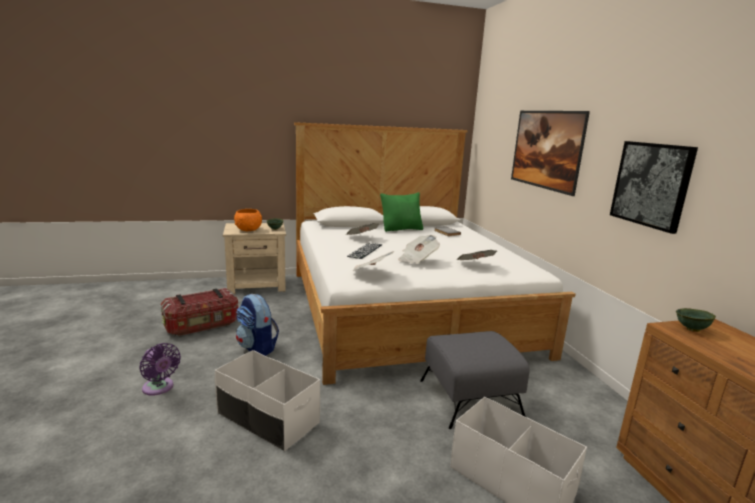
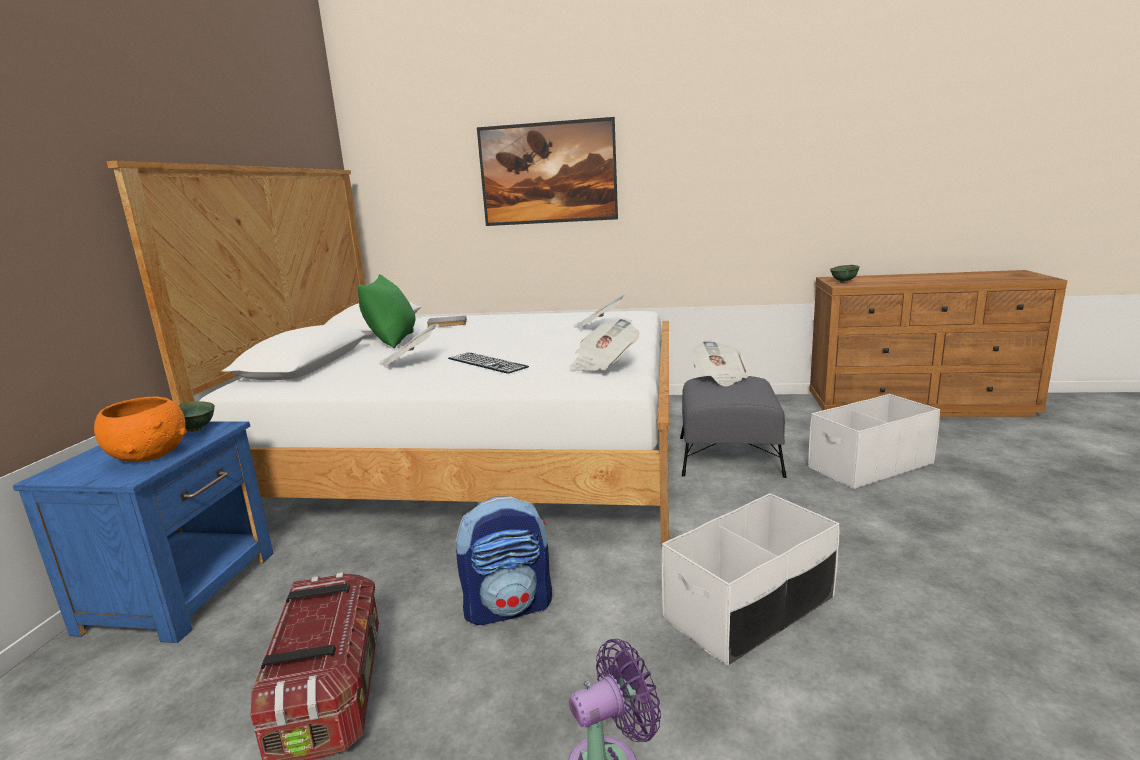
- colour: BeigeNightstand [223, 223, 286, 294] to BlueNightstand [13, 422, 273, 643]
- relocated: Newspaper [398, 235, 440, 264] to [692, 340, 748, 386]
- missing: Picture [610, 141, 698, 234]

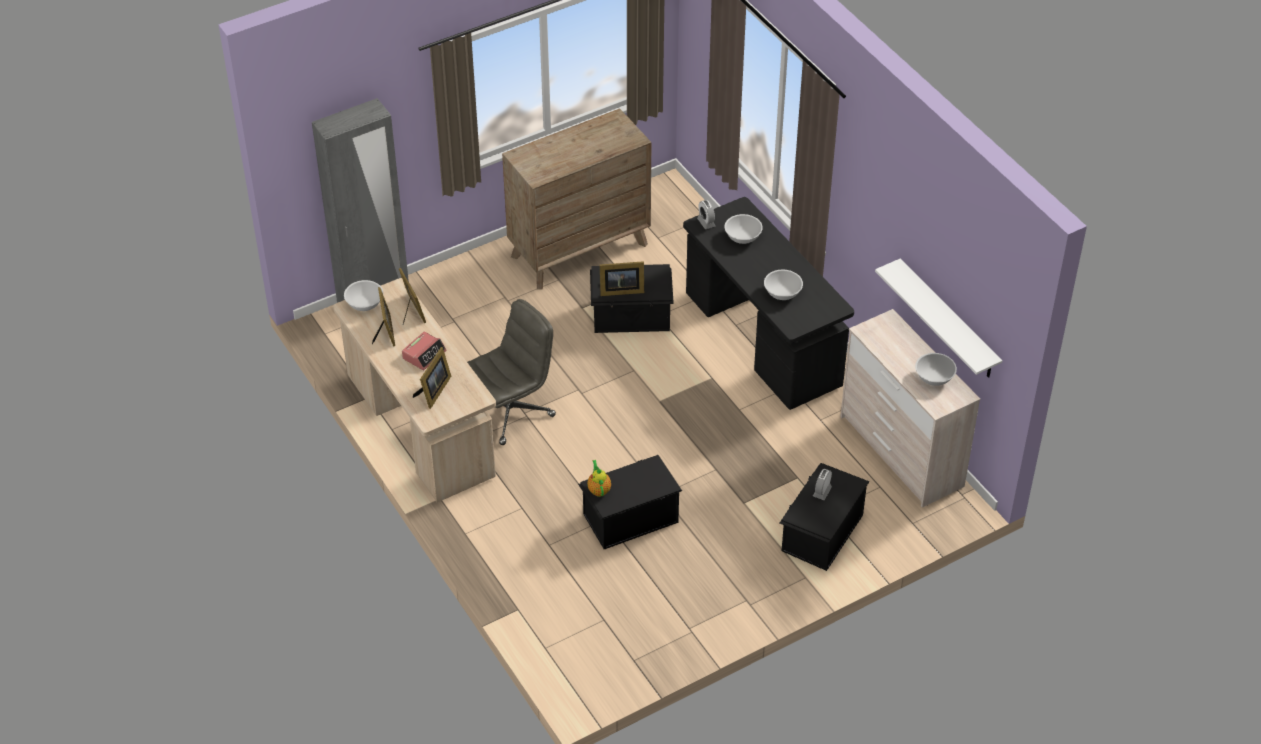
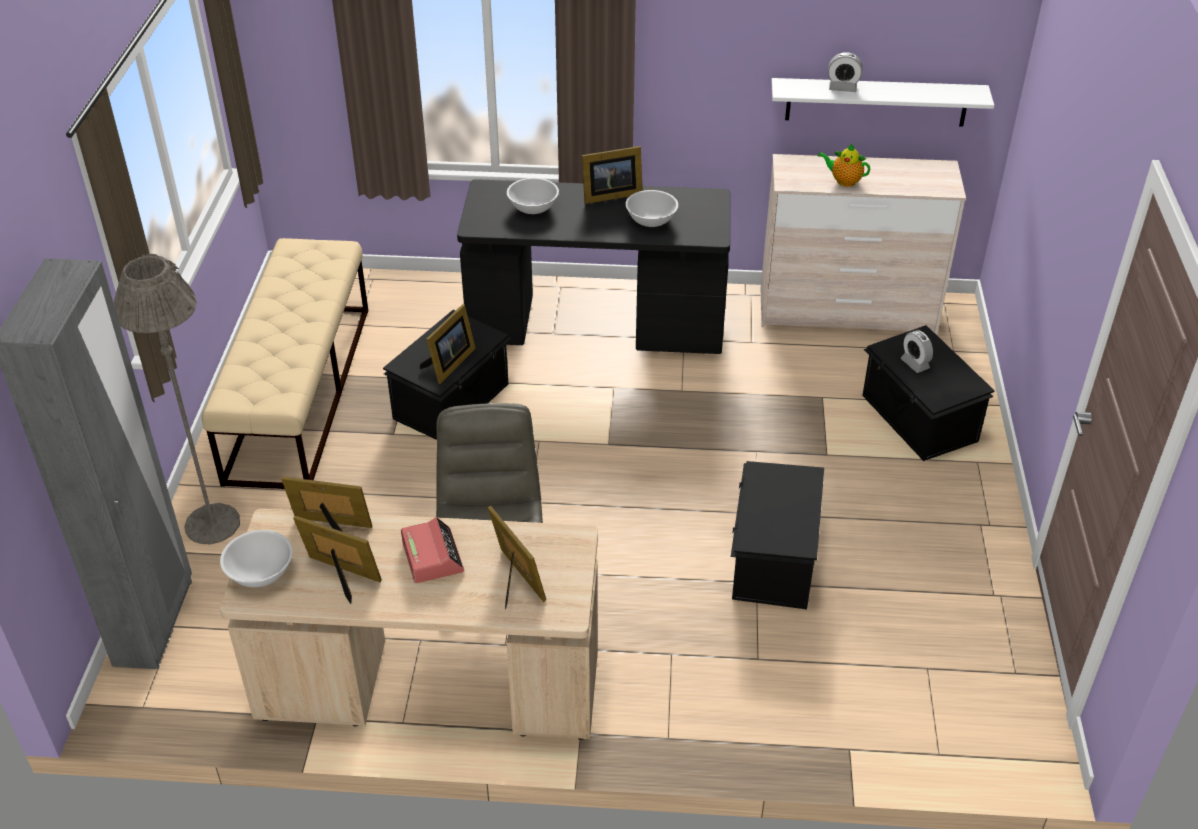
- appeared: GreyFloorLamp [114, 254, 240, 544]
- exchanged: BrownDresser [502, 108, 651, 290] to BeigeBench [202, 238, 368, 489]
- appeared: PictureFrame [582, 146, 643, 204]
- relocated: Teapot [587, 460, 611, 497] to [818, 144, 870, 187]
- relocated: AlarmClock [697, 200, 715, 229] to [828, 52, 862, 92]
- missing: WhiteBowl [915, 353, 957, 386]

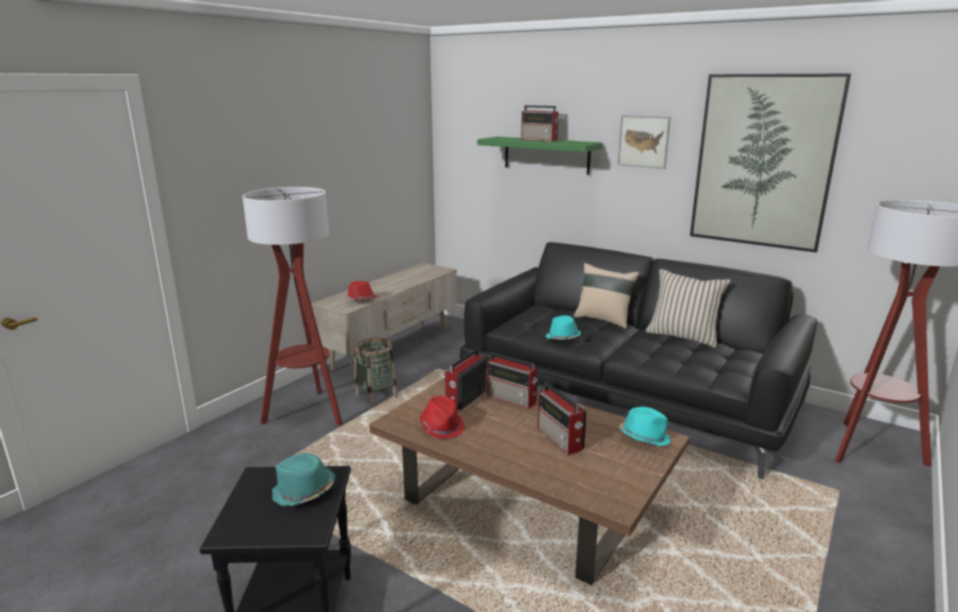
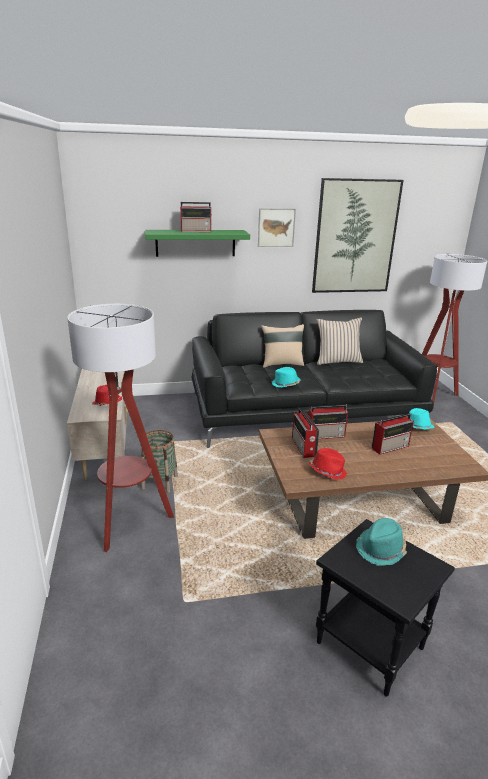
- spun: Radio [538, 383, 587, 455] = [372, 413, 414, 455] 45 degrees counterclockwise

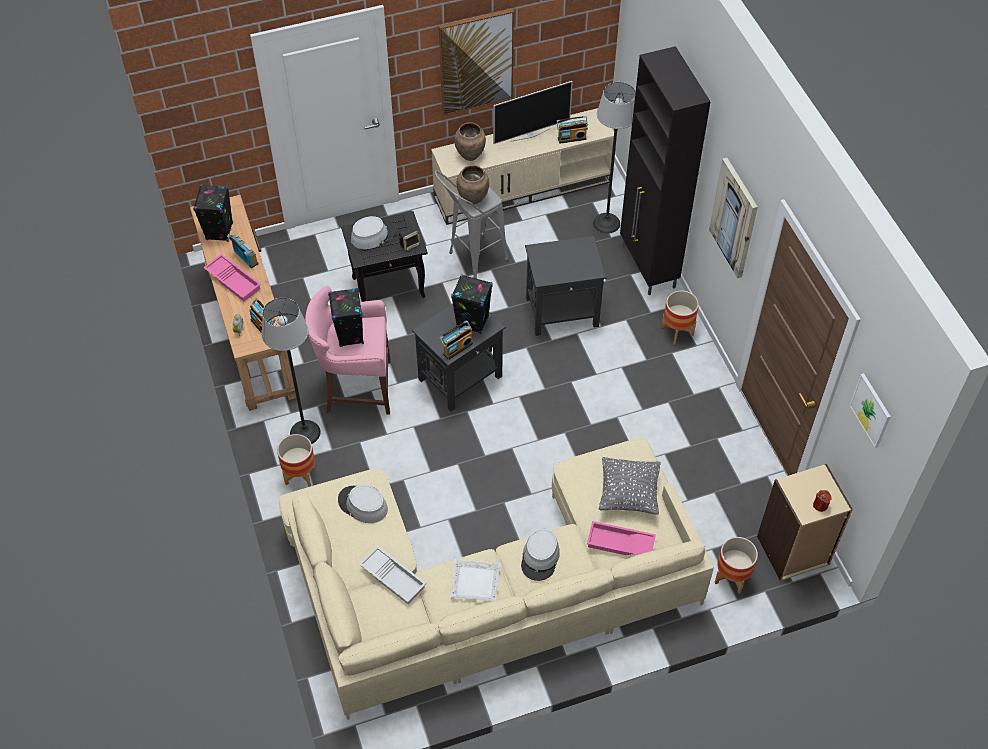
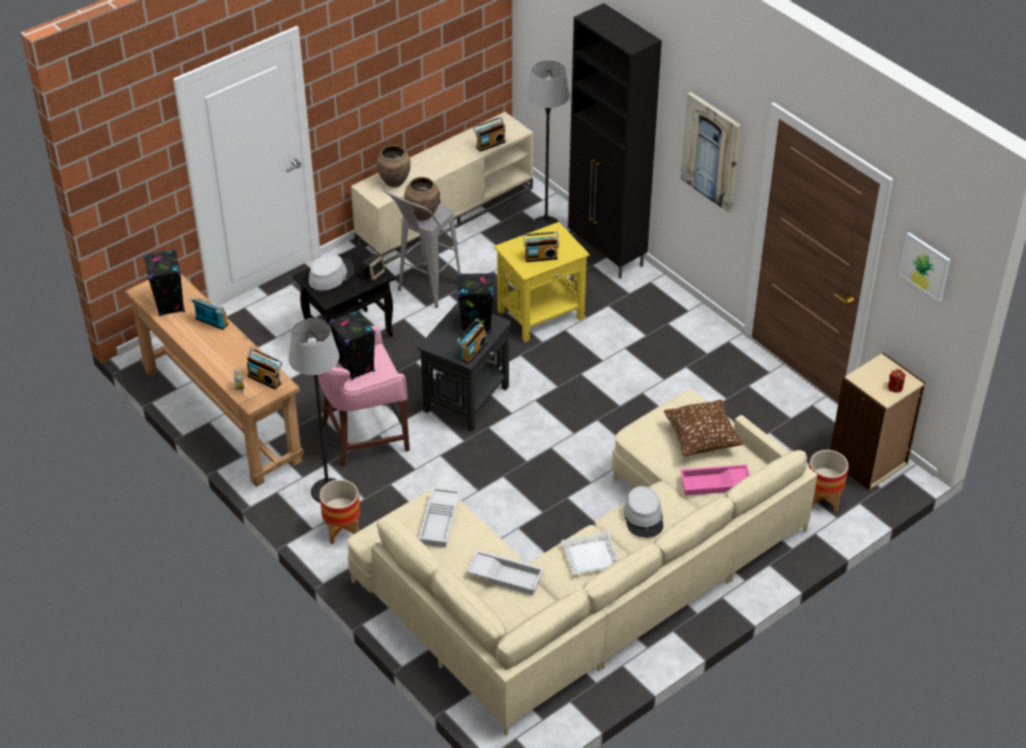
- exchanged: GreyHat [338, 485, 388, 523] to WhiteTray [418, 487, 460, 547]
- colour: BlackSideTable [525, 236, 607, 336] to YellowSideTable [494, 222, 590, 342]
- appeared: Radio [523, 232, 559, 262]
- colour: GreyPillow [599, 457, 661, 514] to BrownPillow [664, 400, 743, 457]
- missing: PinkTray [203, 254, 261, 301]
- missing: Picture [439, 9, 514, 115]
- missing: Television [493, 81, 573, 144]
- missing: Planter [661, 291, 699, 344]

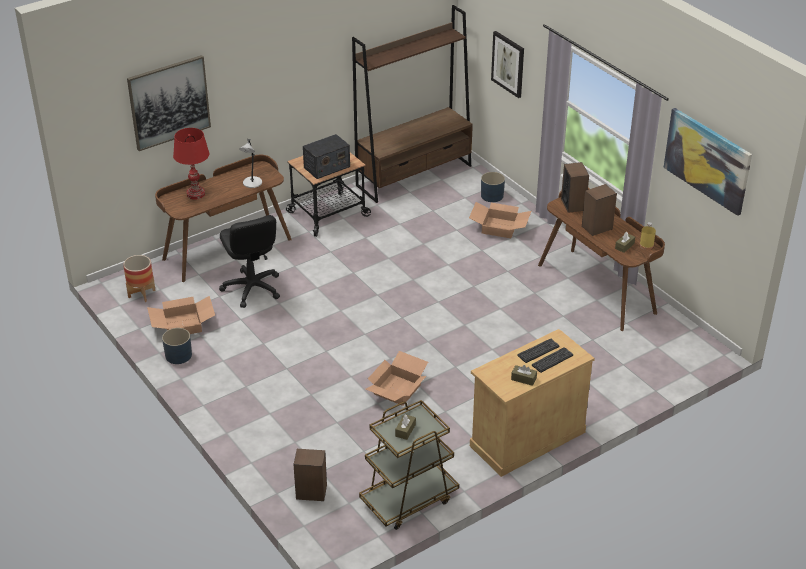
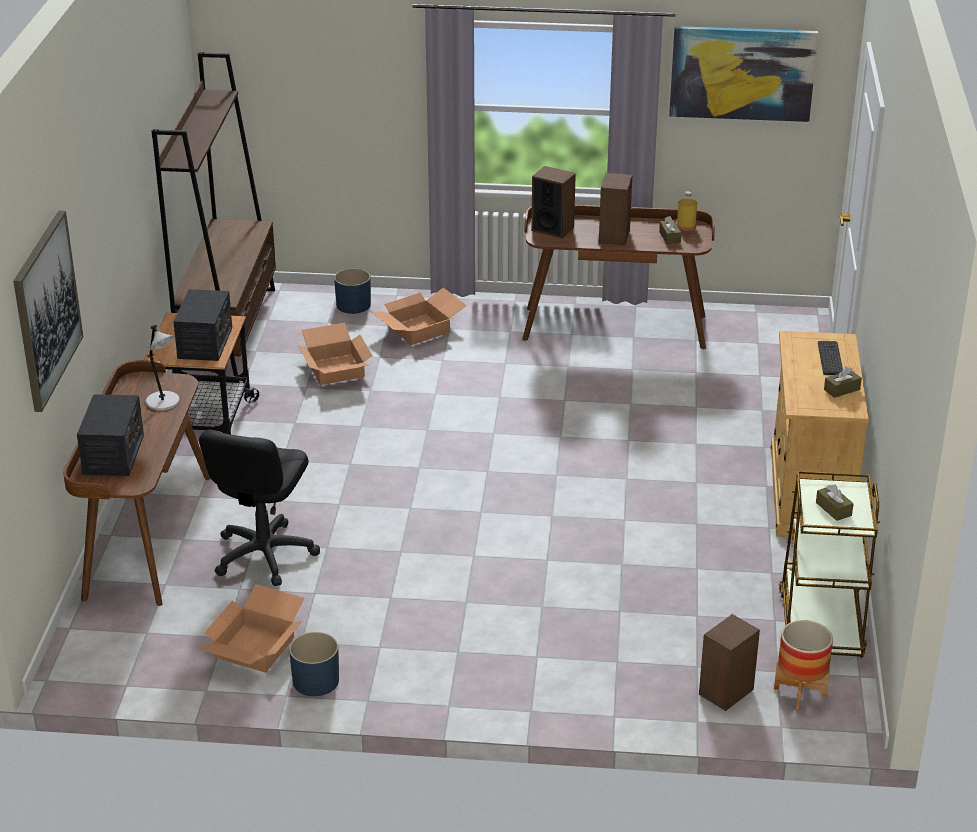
- exchanged: RedTableLamp [173, 128, 209, 200] to Radio [77, 394, 144, 476]
- spun: BlackOfficeChair [219, 215, 280, 308] = [199, 430, 320, 586] 90 degrees clockwise
- relocated: CardboardBox [366, 351, 428, 406] to [298, 323, 373, 385]
- relocated: Planter [123, 255, 156, 302] to [774, 620, 833, 710]
- missing: Picture [491, 31, 524, 98]
- missing: Keyboard [518, 339, 559, 363]

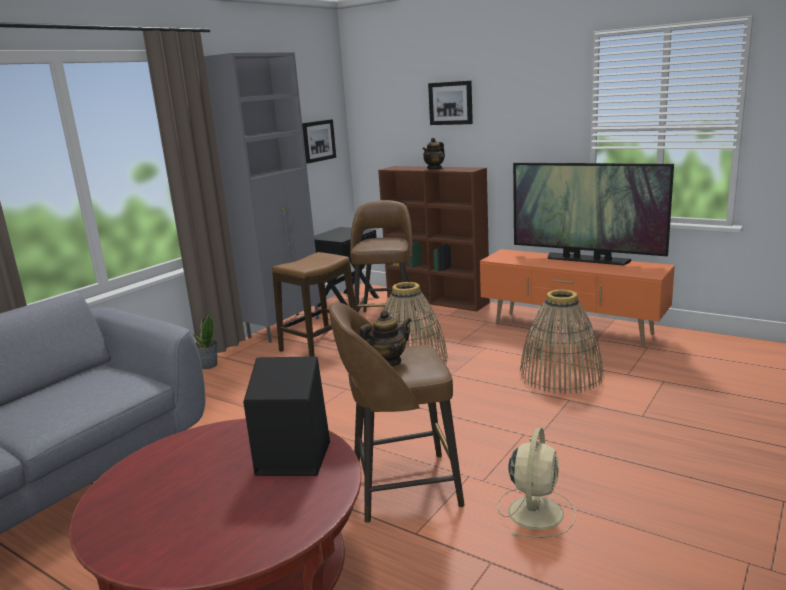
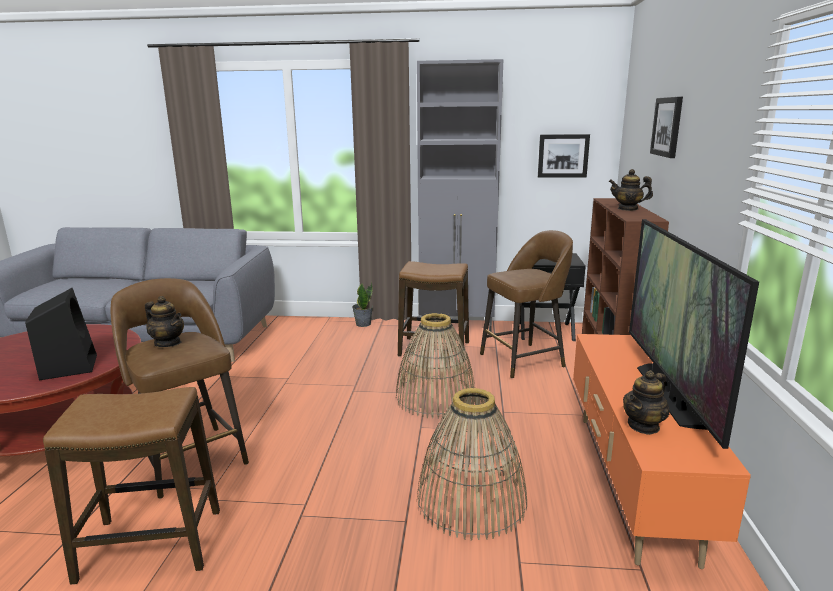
- exchanged: BeigeFan [498, 427, 576, 538] to Stool [43, 387, 220, 585]
- appeared: Teapot [623, 370, 670, 435]

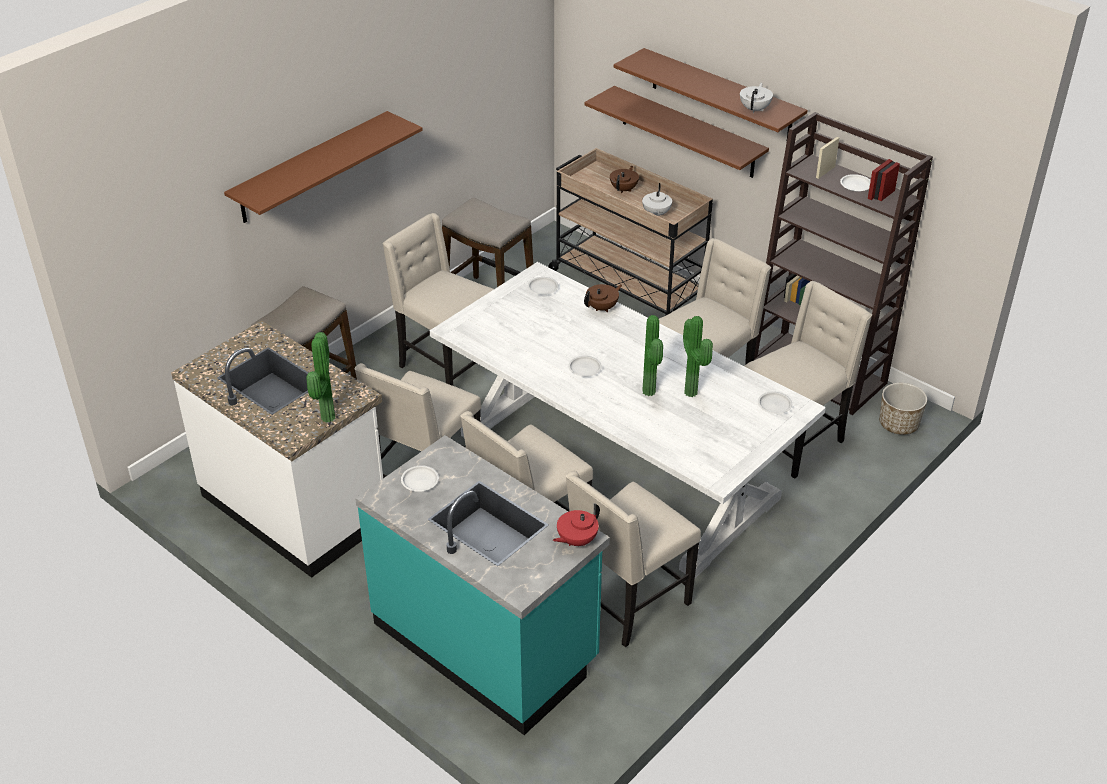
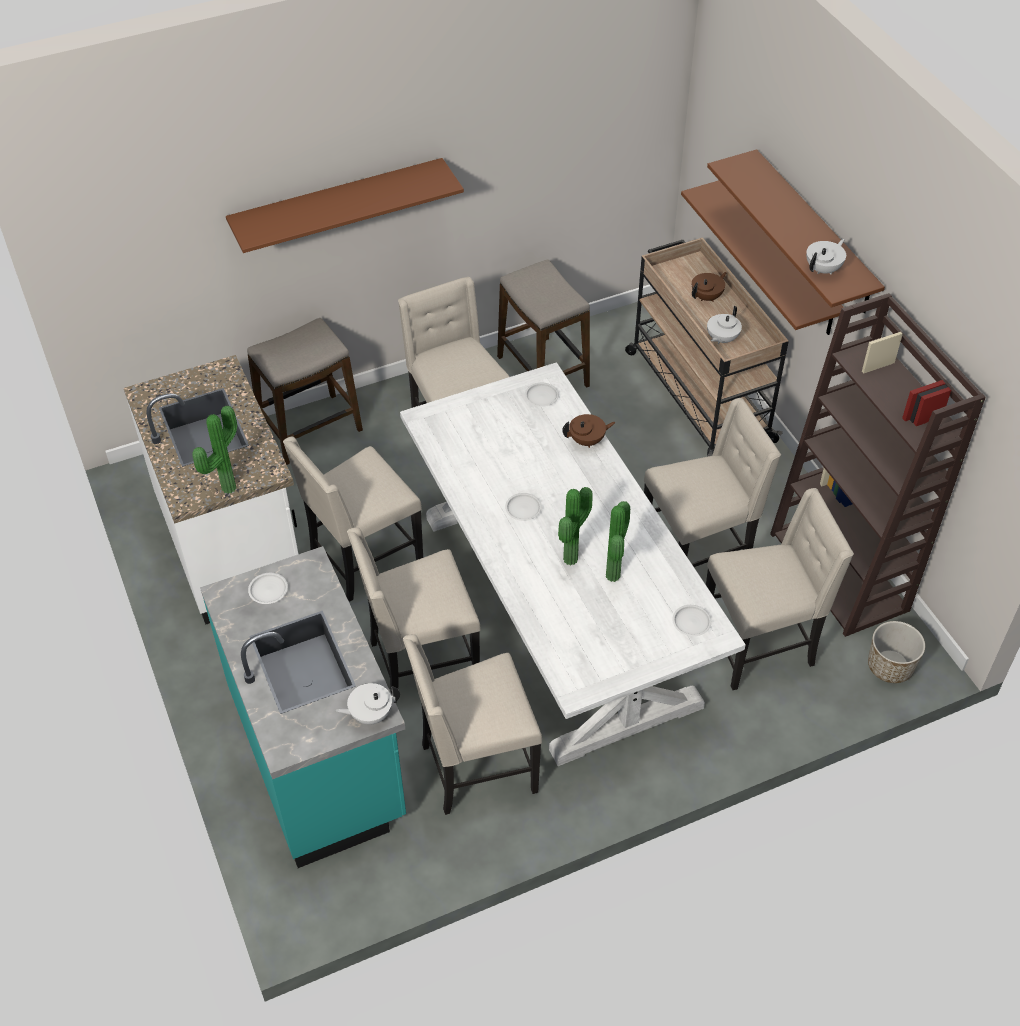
- colour: RedTeapot [553, 503, 600, 546] to WhiteTeapot [335, 683, 400, 725]
- missing: WhitePlate [840, 174, 871, 192]

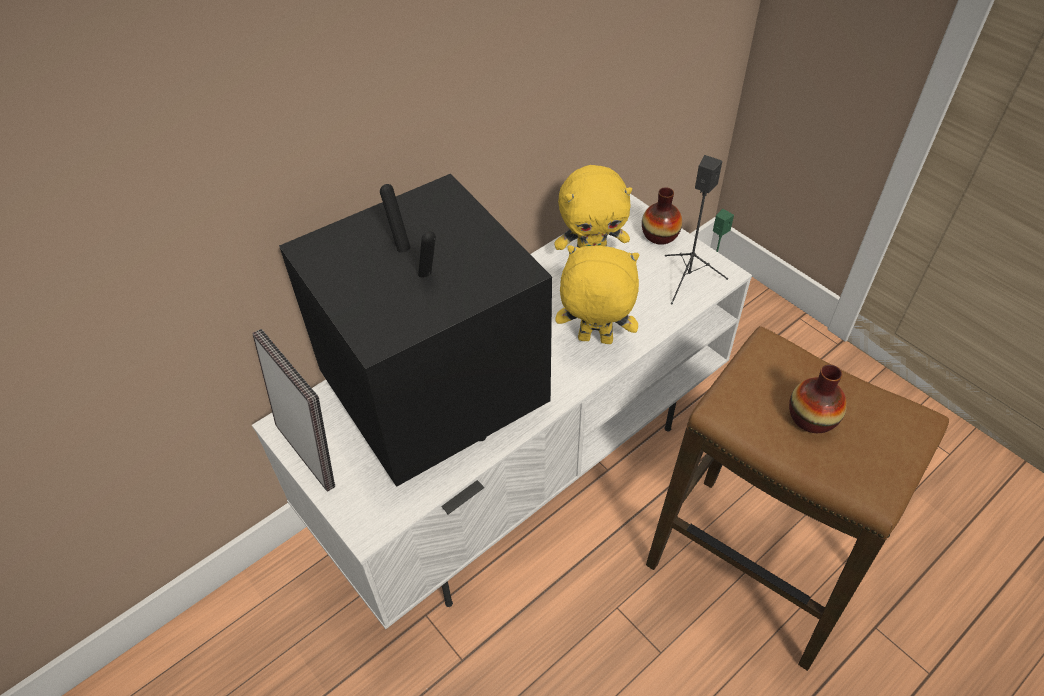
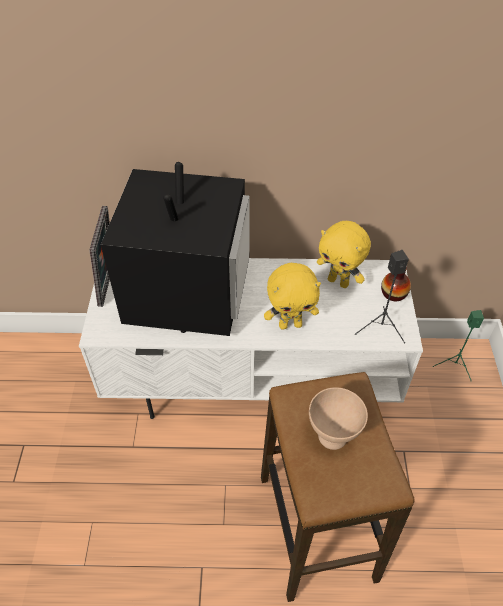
- spun: YellowPlushToy [555, 245, 639, 344] = [264, 263, 321, 329] 120 degrees clockwise
- exchanged: Vase [789, 364, 847, 433] to BeigeBowl [309, 387, 368, 450]

